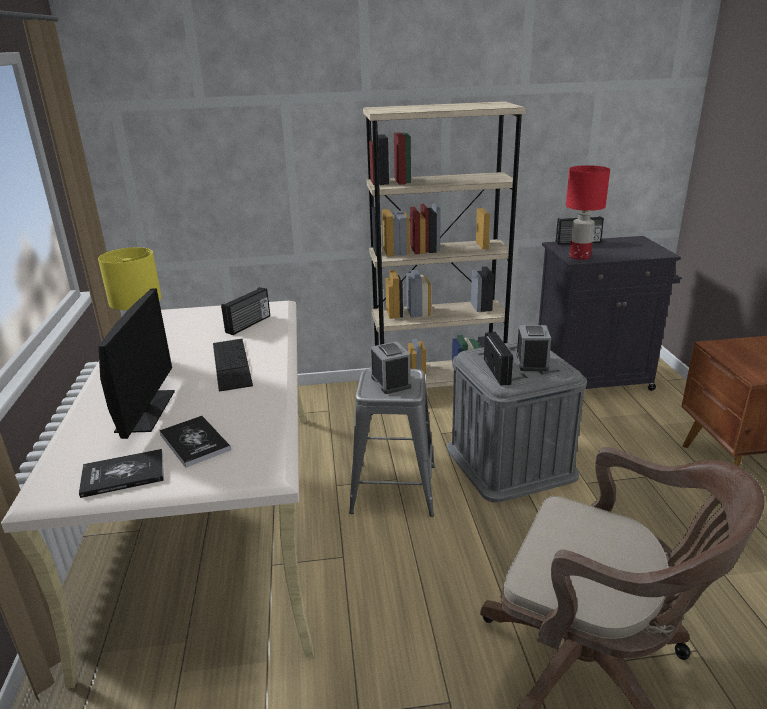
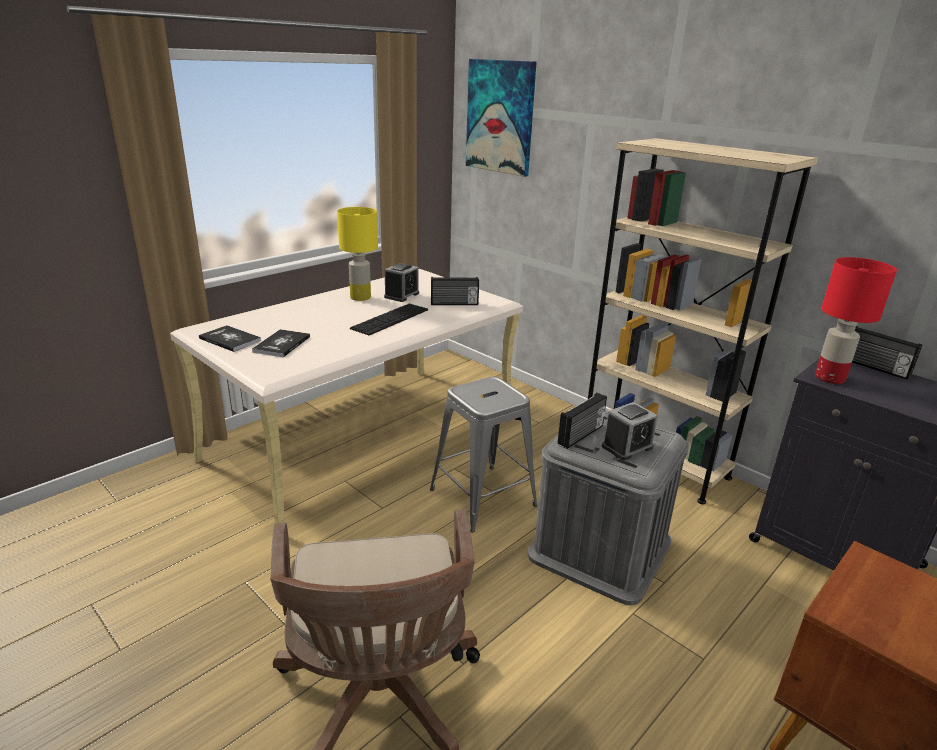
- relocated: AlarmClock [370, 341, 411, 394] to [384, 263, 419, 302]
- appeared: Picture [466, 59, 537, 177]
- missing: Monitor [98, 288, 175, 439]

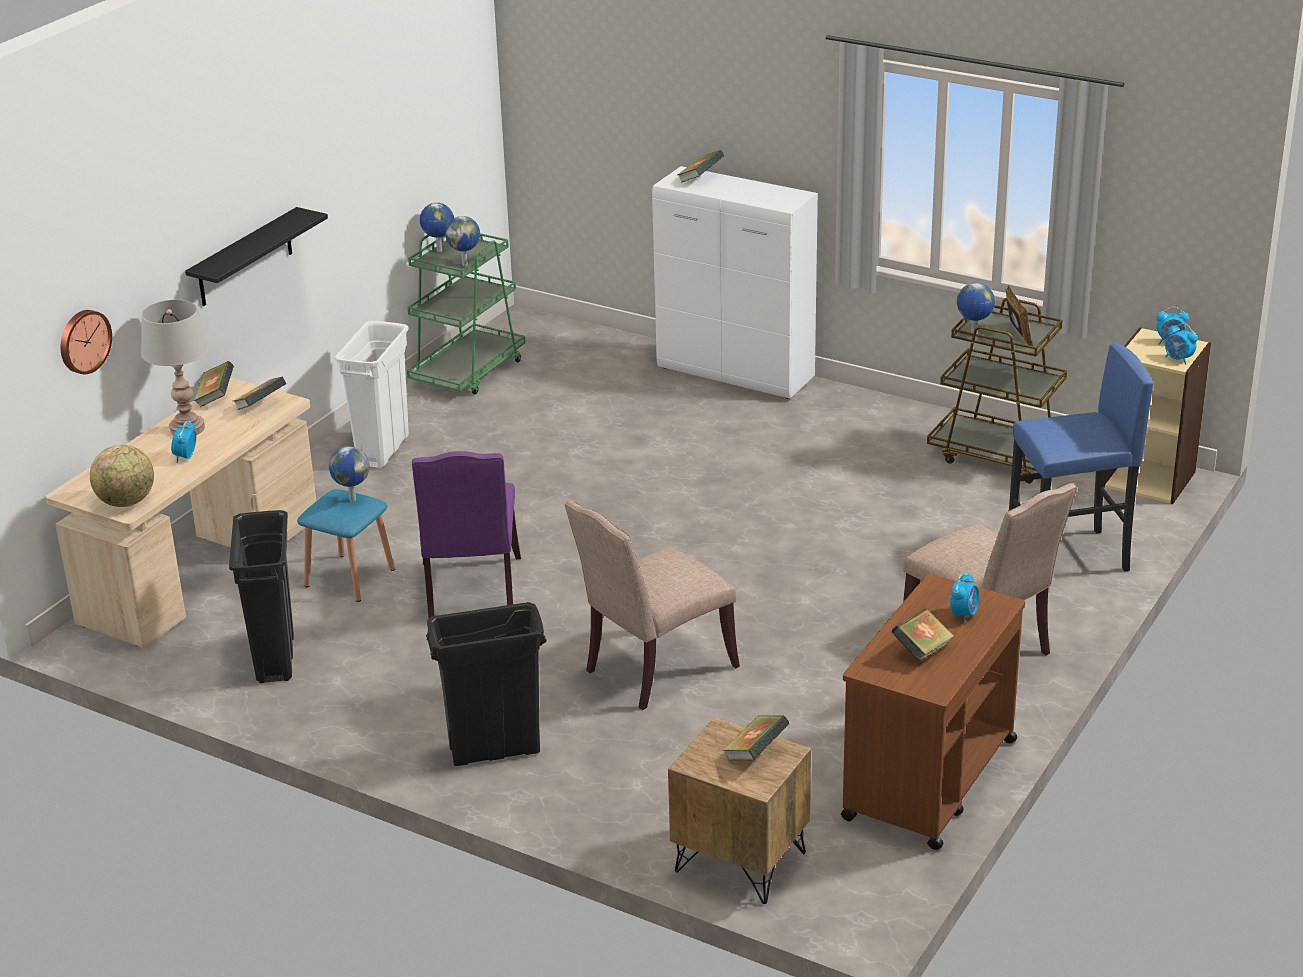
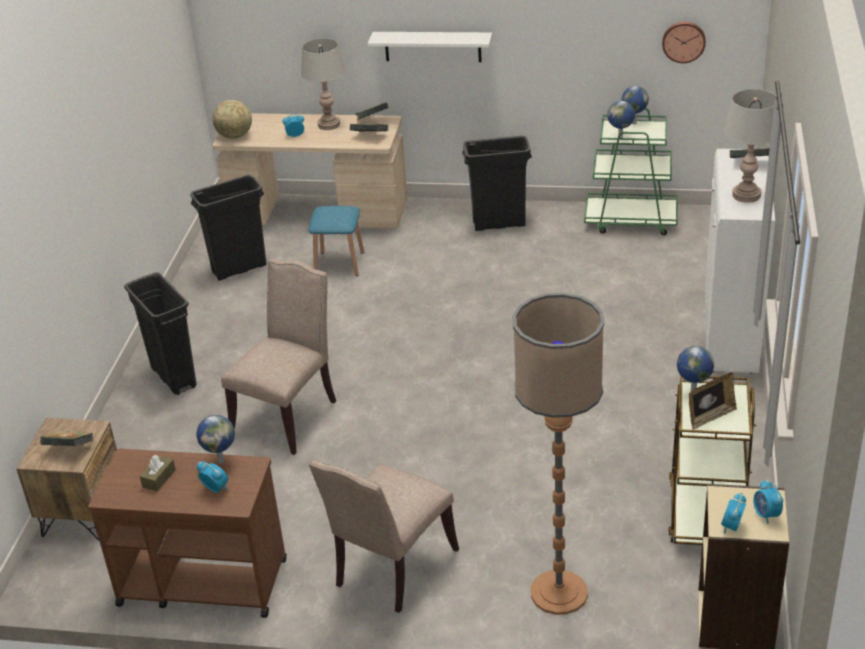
- exchanged: Book [891, 608, 954, 661] to BrownTissueBox [140, 455, 176, 491]
- relocated: Globe [329, 446, 370, 502] to [196, 415, 235, 464]
- spun: AlarmClock [950, 573, 979, 624] = [197, 461, 228, 493] 150 degrees counterclockwise
- spun: BeigeChair [565, 501, 740, 710] = [221, 258, 336, 455] 90 degrees clockwise
- colour: BlackShelf [185, 207, 328, 306] to WhiteShelf [368, 32, 492, 62]
- colour: WhiteTrashCan [335, 321, 409, 468] to BlackTrashCan [462, 135, 532, 231]
- exchanged: BlueStool [1009, 343, 1153, 572] to FloorLamp [512, 293, 605, 615]
- relocated: WallClock [61, 310, 112, 374] to [662, 22, 706, 63]
- appeared: GreyTableLamp [724, 89, 781, 203]
- missing: PurpleChair [412, 451, 521, 618]

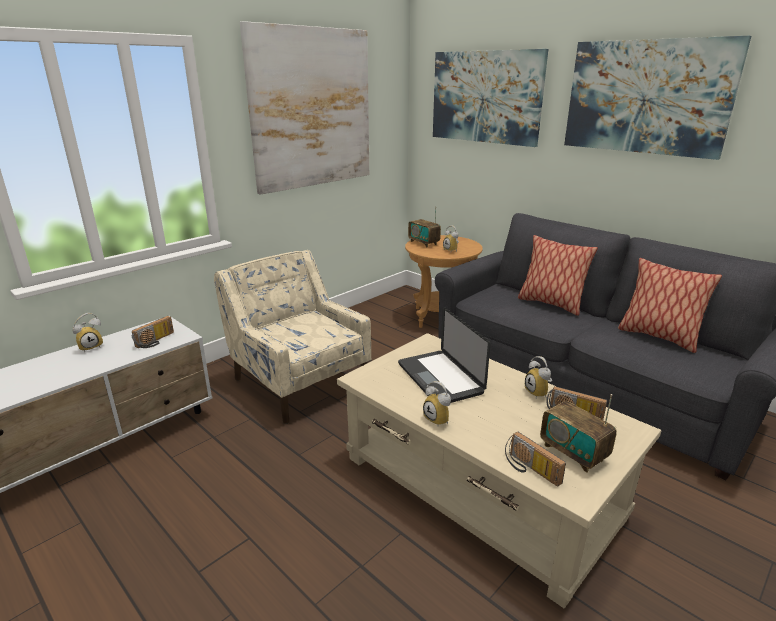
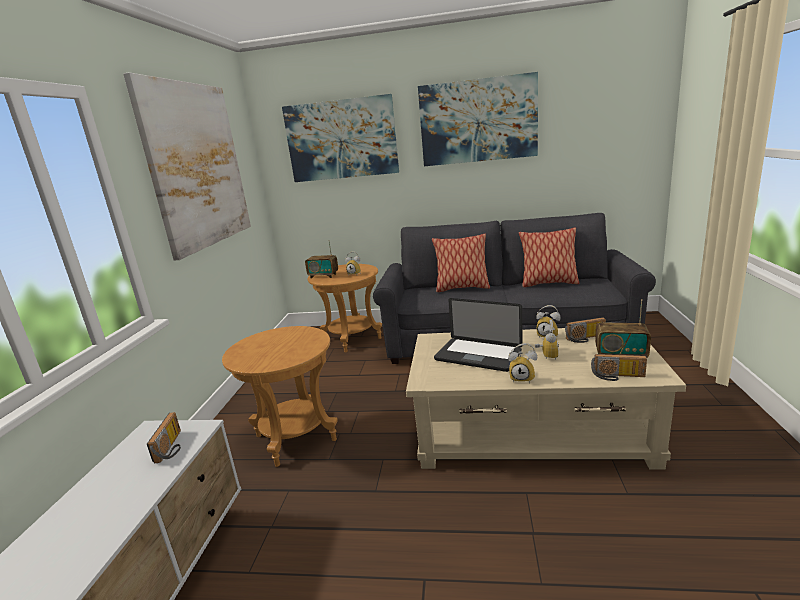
- exchanged: BeigeArmchair [214, 250, 371, 424] to BrownSideTable [222, 326, 337, 467]
- relocated: AlarmClock [72, 313, 103, 352] to [535, 319, 559, 360]

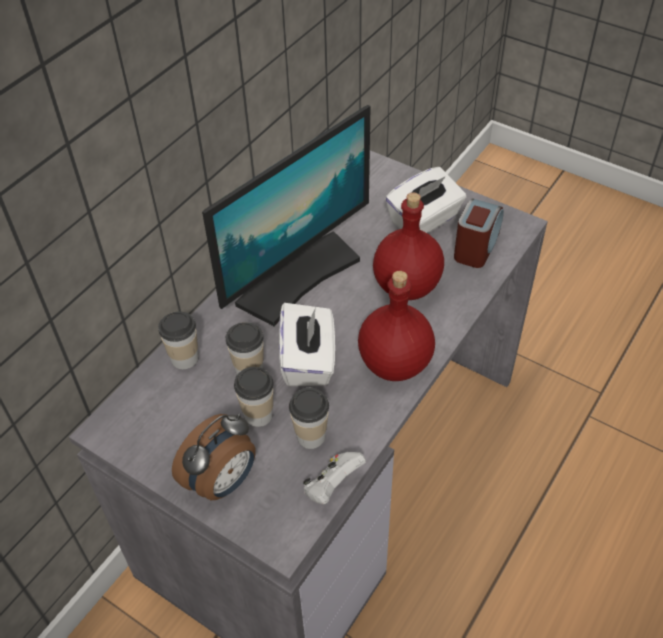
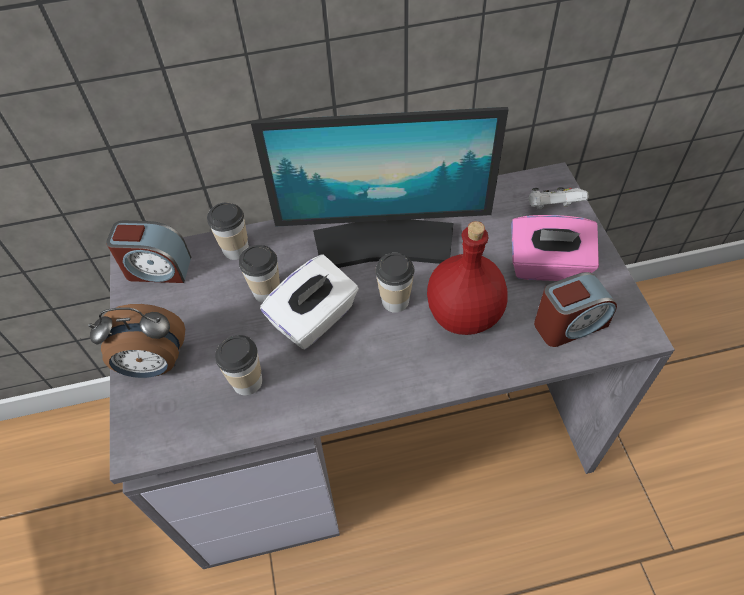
- appeared: AlarmClock [106, 220, 191, 283]
- relocated: Cup [234, 367, 274, 427] to [375, 253, 414, 313]
- colour: WhiteTissueBox [385, 167, 466, 234] to PinkTissueBox [511, 215, 599, 281]
- relocated: WhiteGameController [303, 452, 366, 505] to [529, 187, 588, 209]
- missing: RedBottle [358, 271, 435, 381]

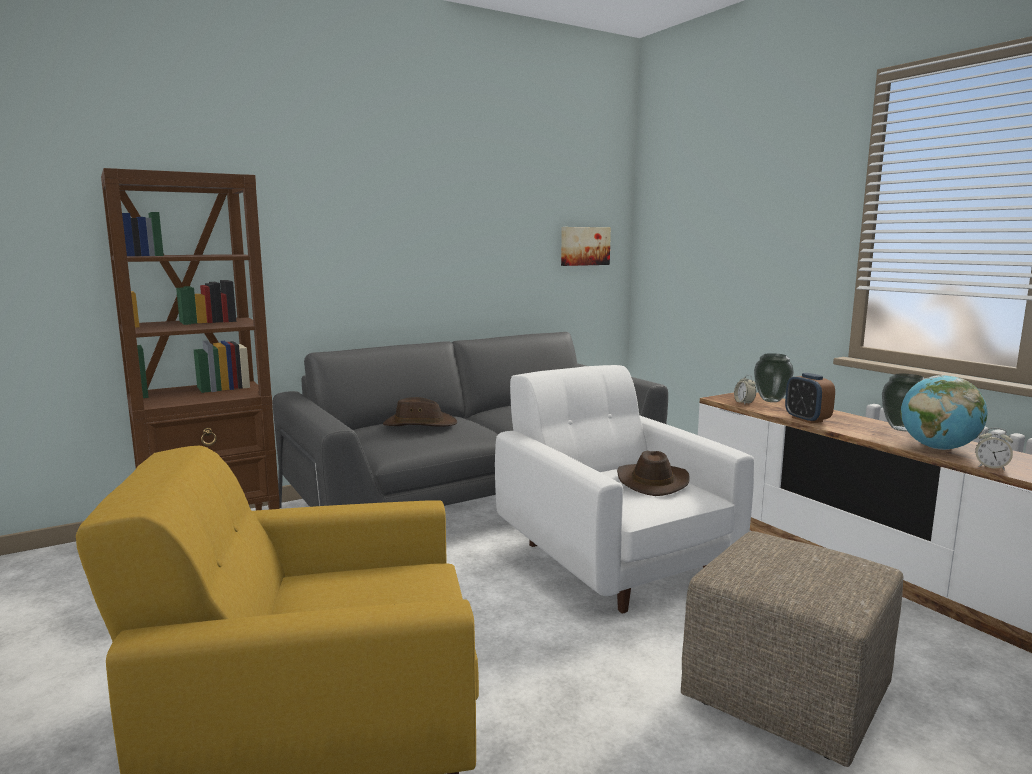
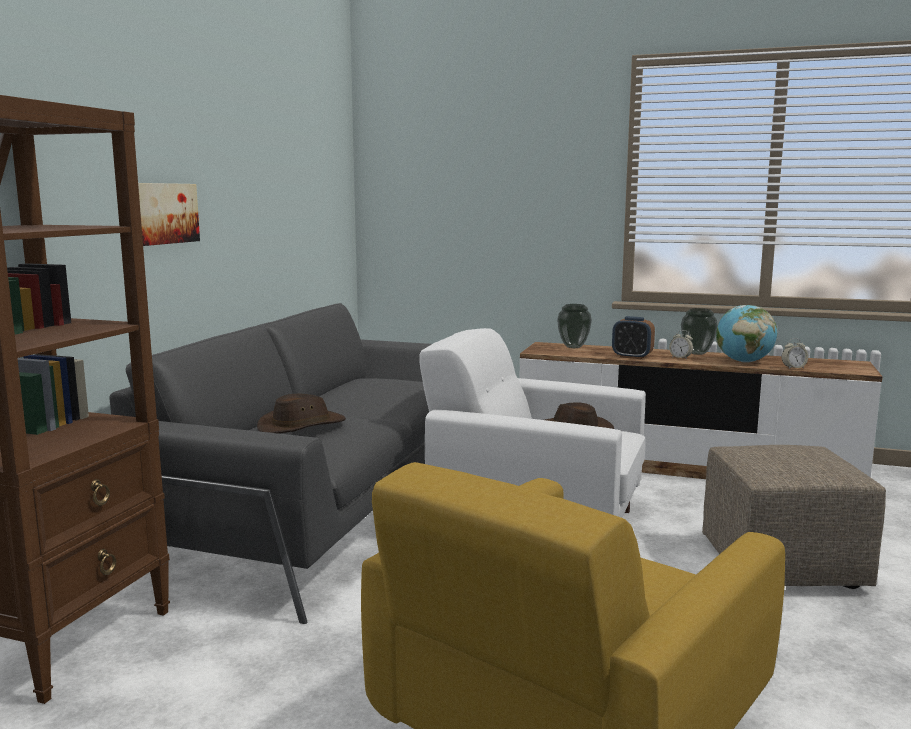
- relocated: Picture [561, 227, 611, 266] to [138, 183, 200, 246]
- relocated: AlarmClock [734, 375, 756, 404] to [669, 330, 693, 359]

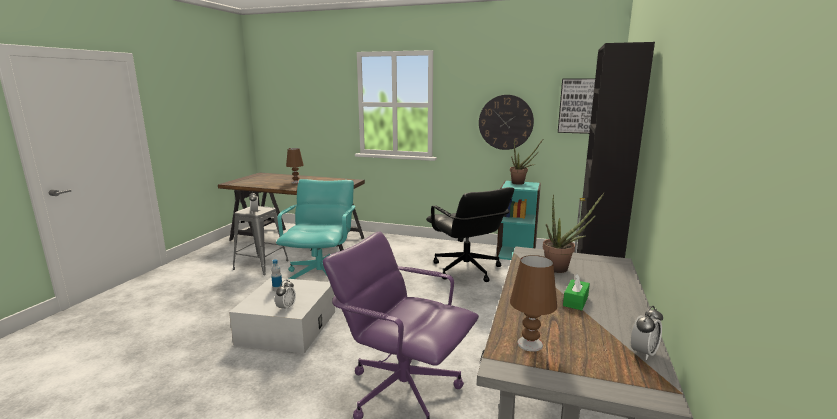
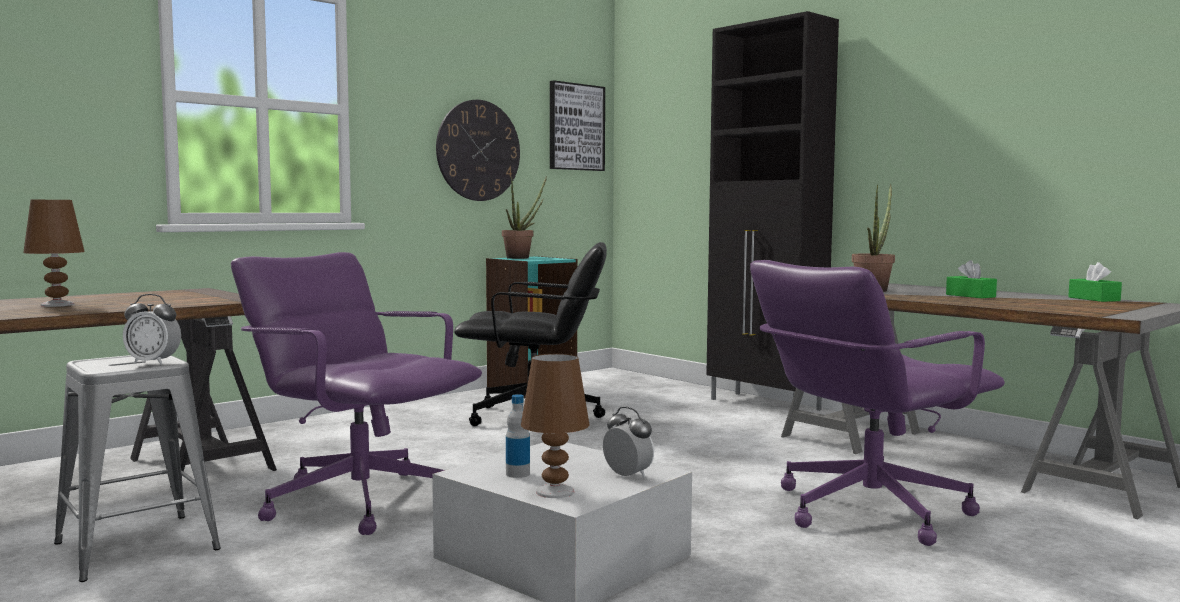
- colour: TurquoiseOfficeChair [276, 179, 355, 279] to PurpleOfficeChair [231, 252, 482, 535]
- relocated: BrownTableLamp [510, 255, 557, 352] to [521, 354, 590, 498]
- exchanged: AlarmClock [631, 306, 663, 360] to GreenTissueBox [1068, 262, 1122, 302]

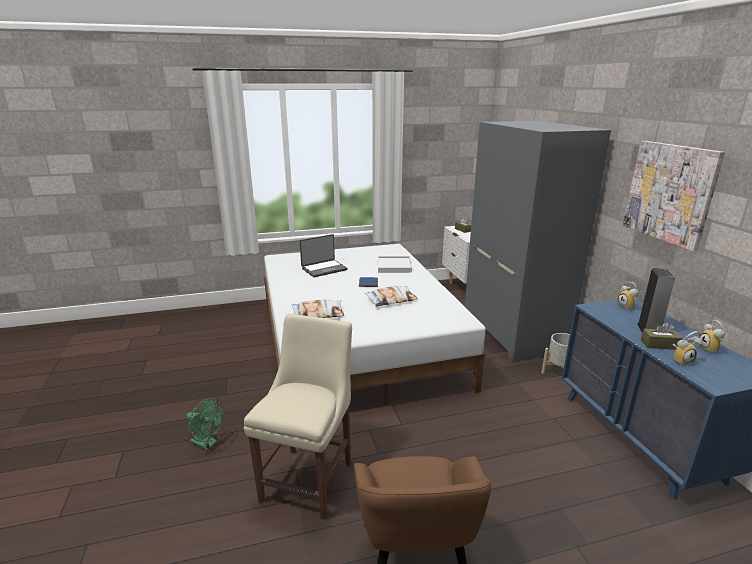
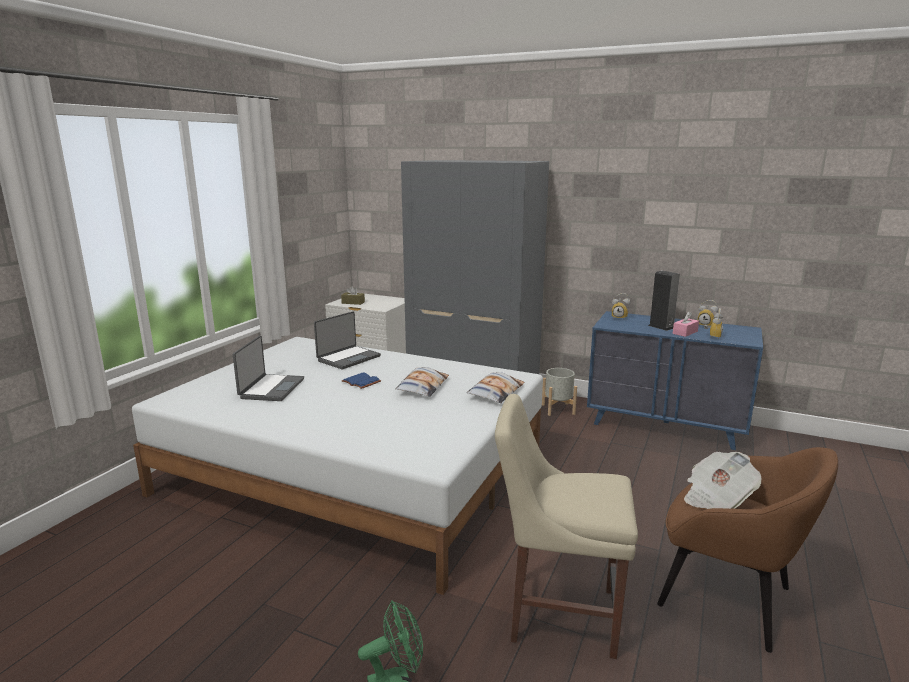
- exchanged: WhiteTray [378, 256, 412, 273] to Laptop [314, 311, 381, 369]
- relocated: Pillow [291, 299, 344, 318] to [467, 372, 525, 403]
- spun: BeigeChair [244, 314, 352, 520] = [495, 394, 638, 659] 45 degrees counterclockwise
- colour: BrownTissueBox [641, 322, 682, 350] to PinkTissueBox [673, 311, 699, 337]
- appeared: Newspaper [684, 452, 762, 509]
- missing: Picture [623, 141, 725, 251]

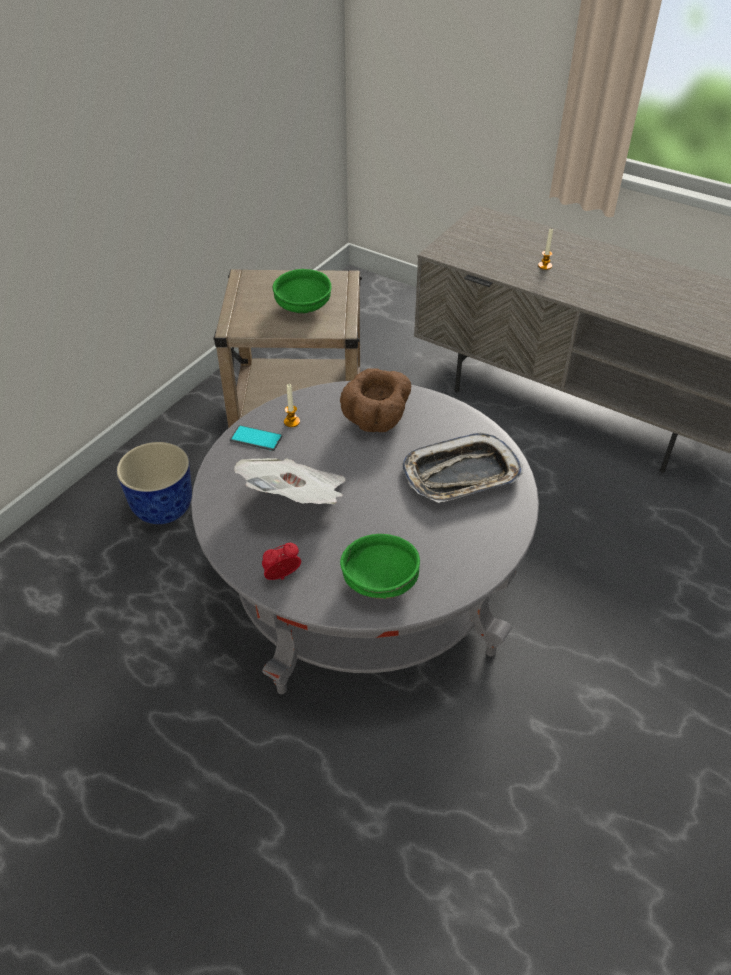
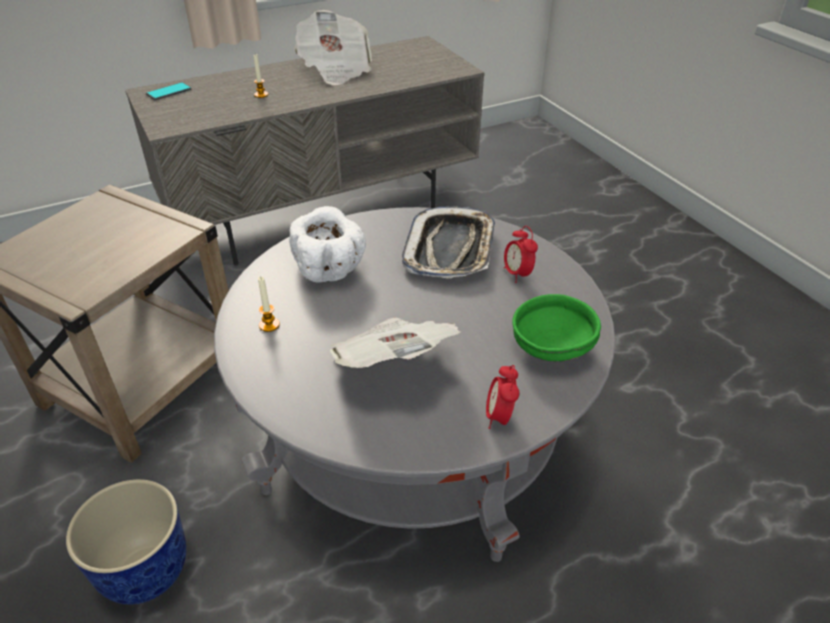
- relocated: Phone [230, 425, 282, 451] to [146, 82, 192, 100]
- colour: BrownBowl [340, 369, 411, 432] to WhiteBowl [289, 206, 366, 283]
- appeared: Newspaper [295, 10, 372, 86]
- appeared: AlarmClock [504, 226, 538, 283]
- missing: GreenBowl [273, 269, 332, 314]

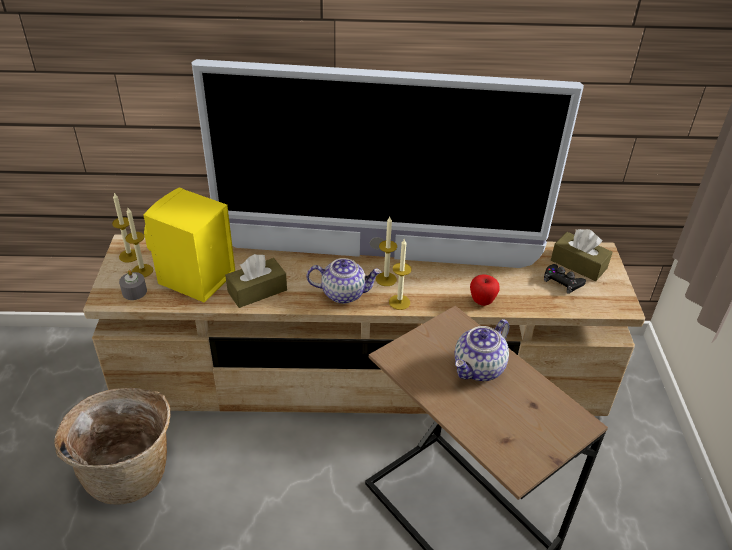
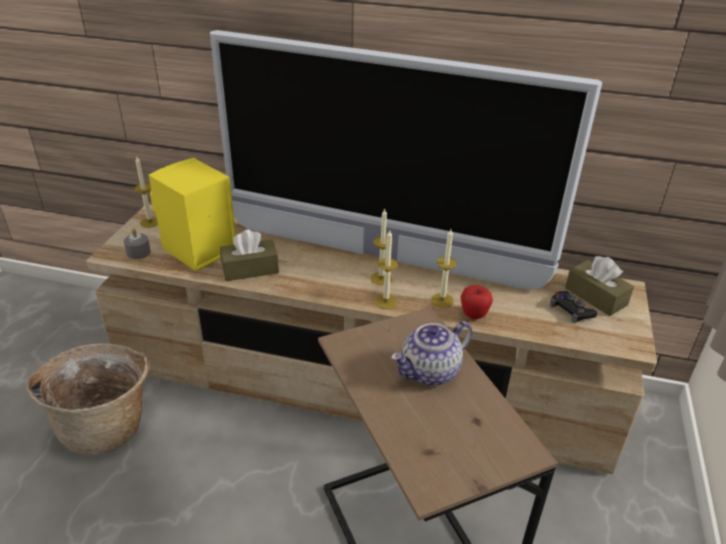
- relocated: Candle [125, 208, 153, 277] to [431, 229, 457, 308]
- missing: Teapot [307, 258, 382, 304]

